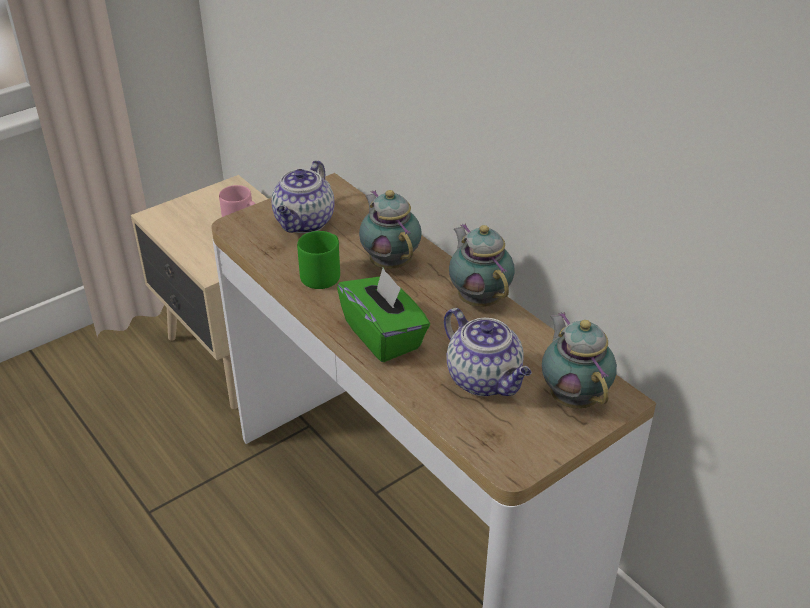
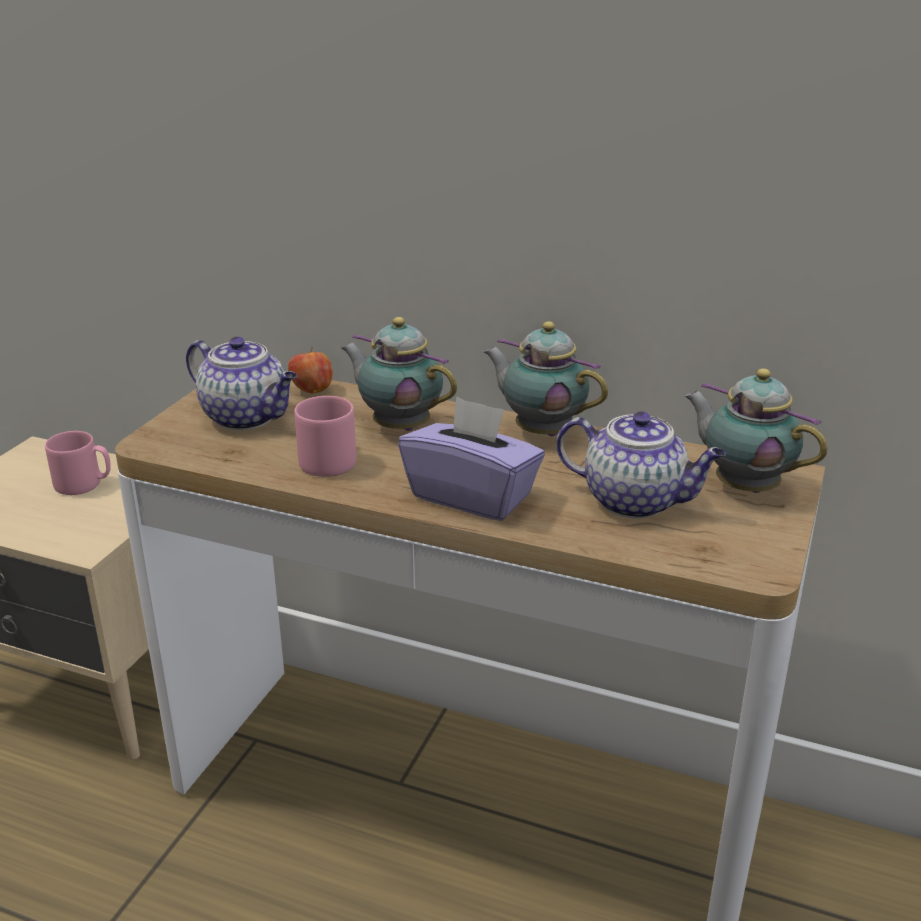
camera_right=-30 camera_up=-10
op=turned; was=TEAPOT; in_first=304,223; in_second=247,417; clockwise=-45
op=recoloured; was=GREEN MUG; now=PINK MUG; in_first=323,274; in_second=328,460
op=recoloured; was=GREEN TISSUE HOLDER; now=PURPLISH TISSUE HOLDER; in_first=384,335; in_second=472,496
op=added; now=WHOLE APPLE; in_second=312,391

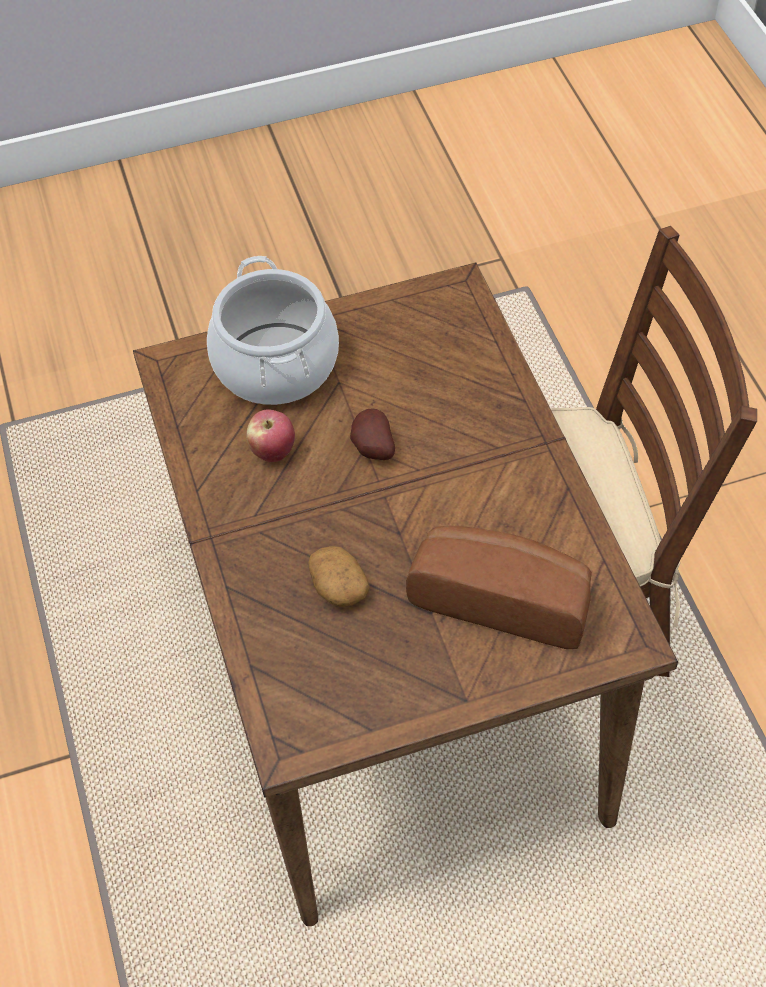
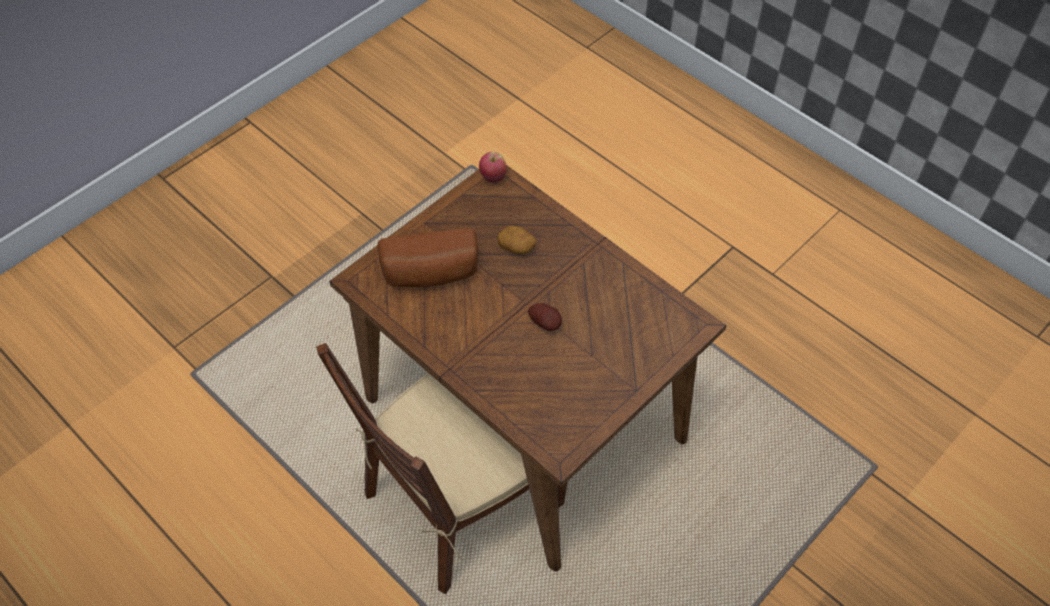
camera_right=150 camera_up=0
op=removed; was=STOCKPOT; in_first=276,364
op=moved; was=WHOLE APPLE; in_first=272,451; in_second=493,177

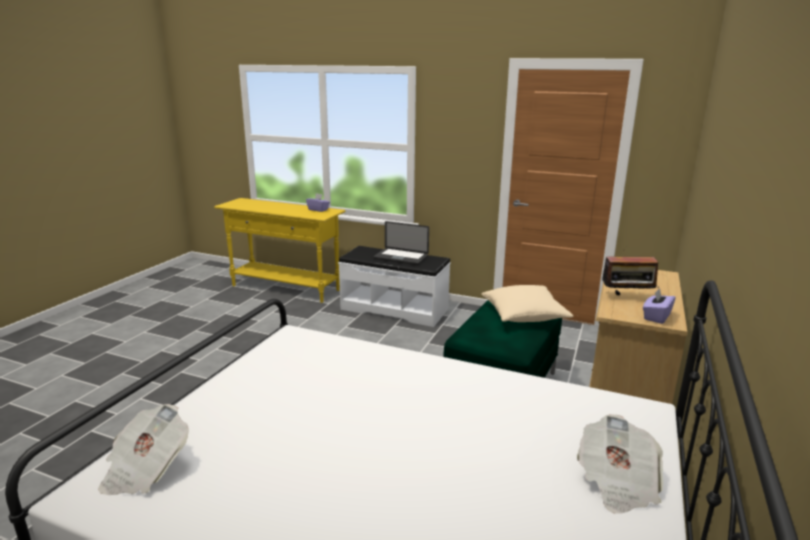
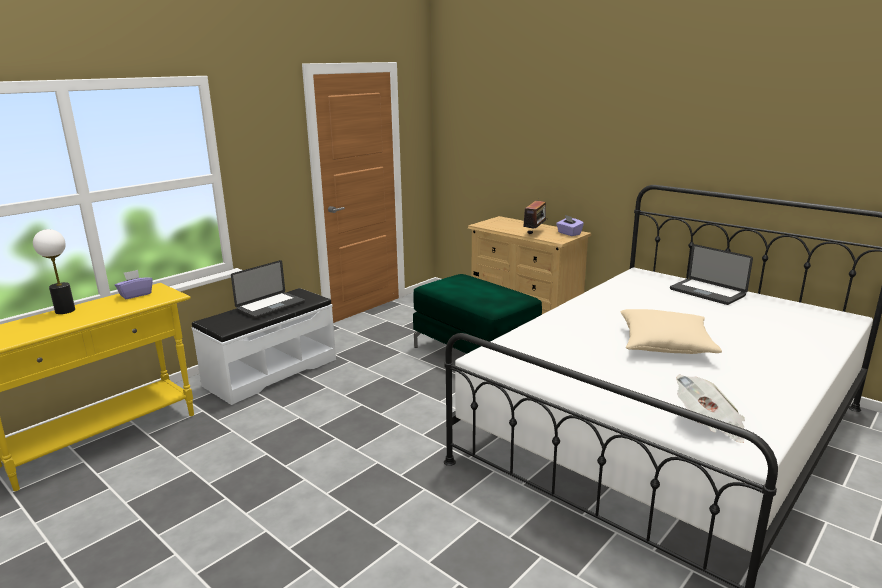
camera_right=-70 camera_up=0
op=moved; was=SAND-COLOURED PILLOW; in_first=524,315; in_second=665,345
op=replaced; was=DAILY PAPER; now=LAPTOP; in_first=617,483; in_second=707,292
op=added; now=LAMP FOR A TABLE; in_second=65,310

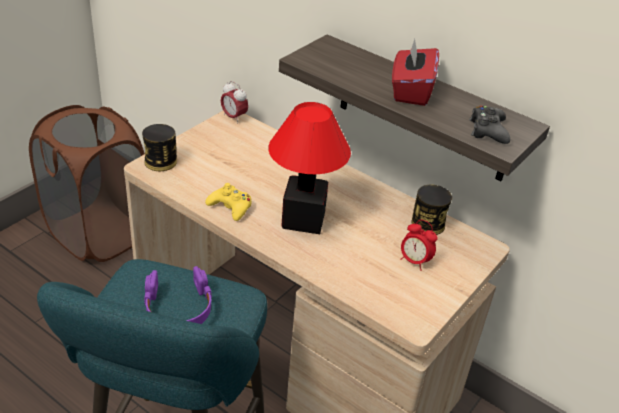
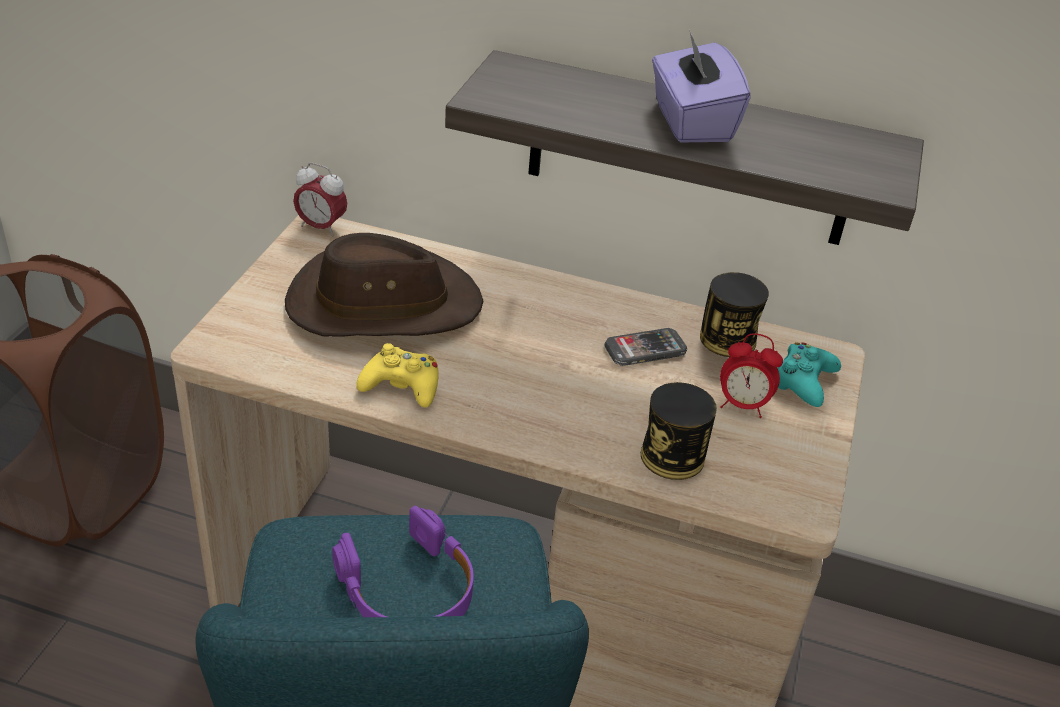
camera_right=-20 camera_up=0
op=recoloured; was=REDDISH TISSUE HOLDER; now=PURPLISH TISSUE HOLDER; in_first=411,91; in_second=691,122
op=removed; was=LAMP FOR A TABLE; in_first=304,218
op=removed; was=BLACK GAMEPAD; in_first=488,131
op=moved; was=SEALED CAN; in_first=160,162; in_second=672,456
op=added; now=BROWN-COLOURED CLOTHING HAT; in_second=382,304
op=added; now=HANDSET; in_second=645,349
op=added; now=TURQUOISE GAMEPAD; in_second=803,381

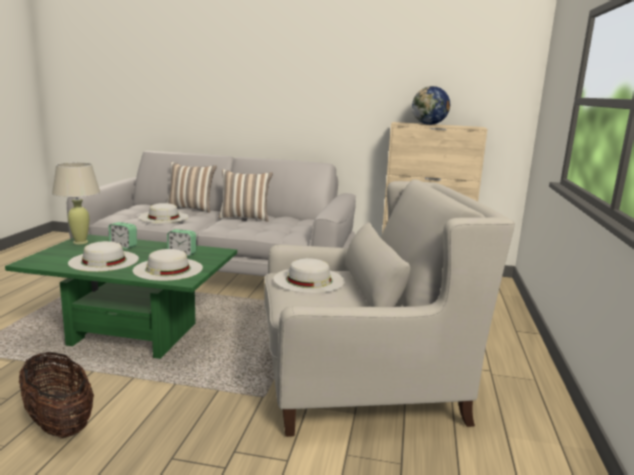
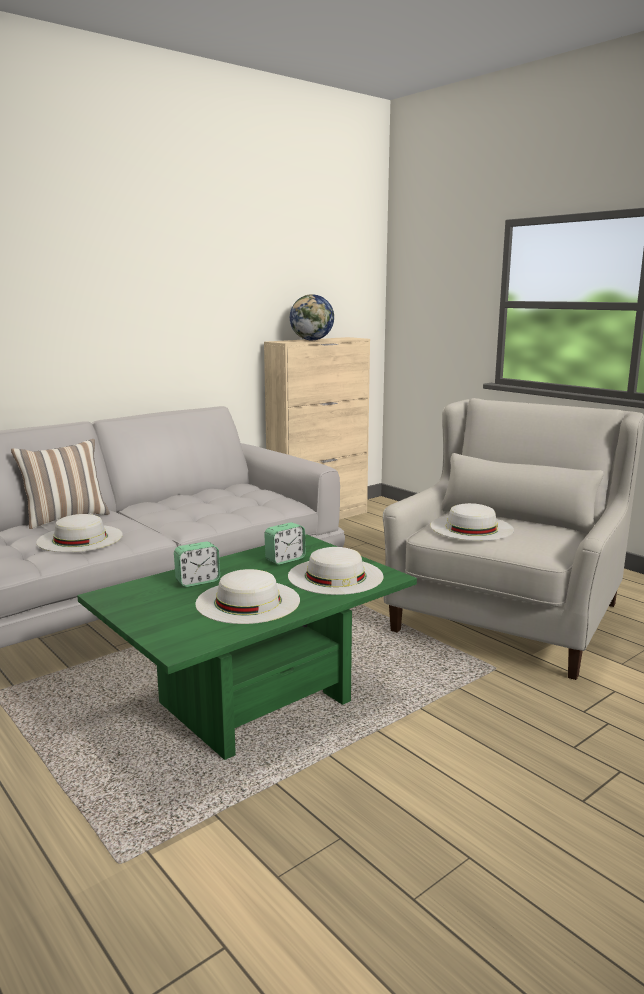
camera_right=-50 camera_up=0
op=removed; was=SAND-COLOURED LAMP FOR A TABLE; in_first=80,242
op=removed; was=PILLOW; in_first=245,217
op=removed; was=BASKET; in_first=59,423

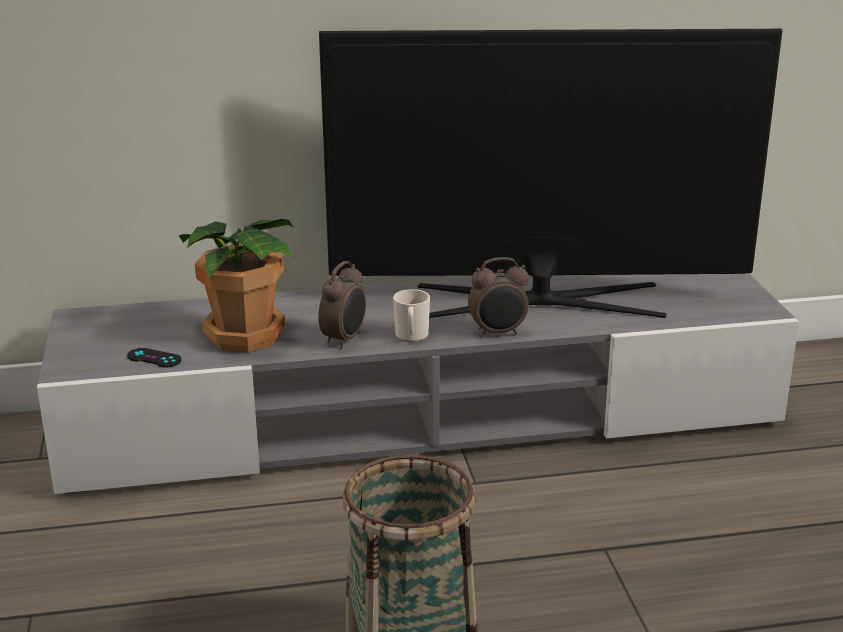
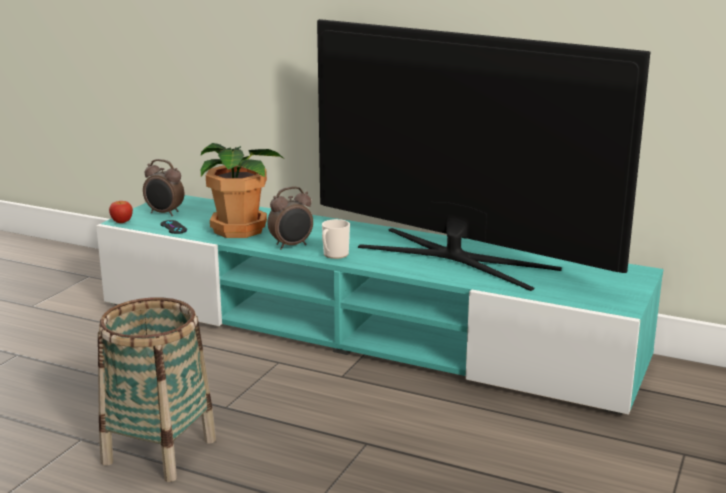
camera_right=35 camera_up=-5
op=moved; was=BEDSIDE CLOCK; in_first=498,333; in_second=164,213
op=recoloured; was=GREY TV STAND; now=TURQUOISE TV STAND; in_first=423,420; in_second=364,331
op=added; now=WHOLE APPLE; in_second=122,222

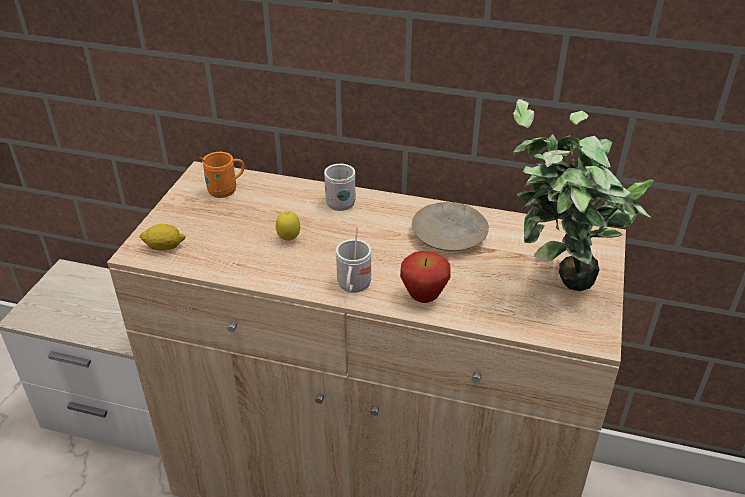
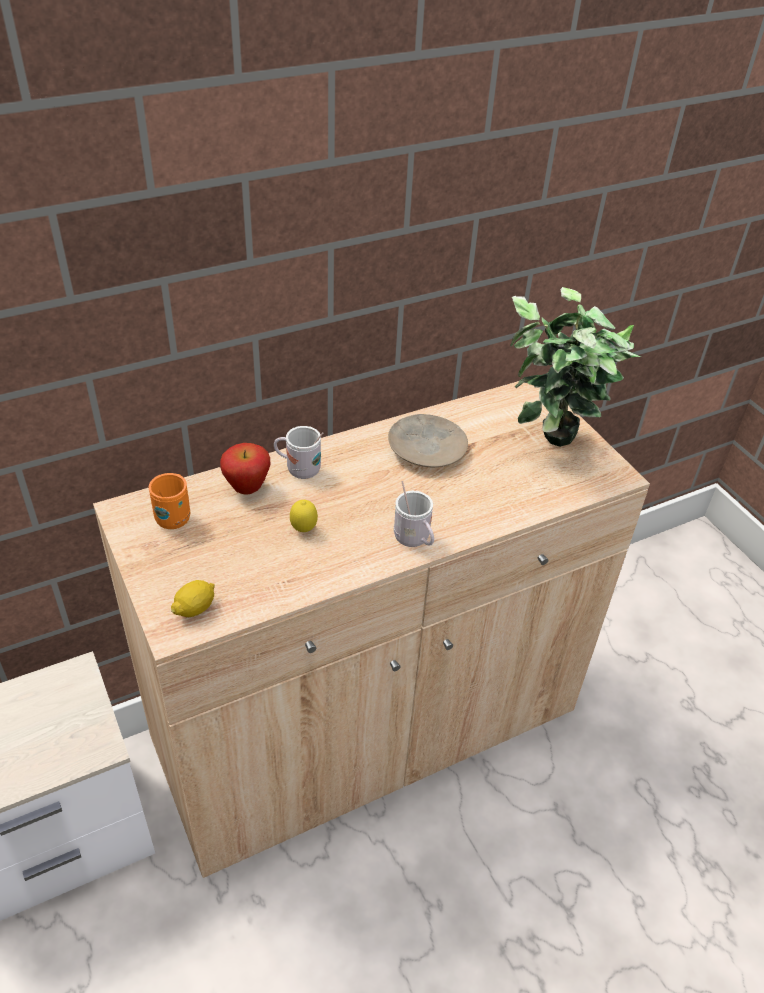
camera_right=-45 camera_up=5
op=moved; was=WHOLE APPLE; in_first=424,297; in_second=247,489

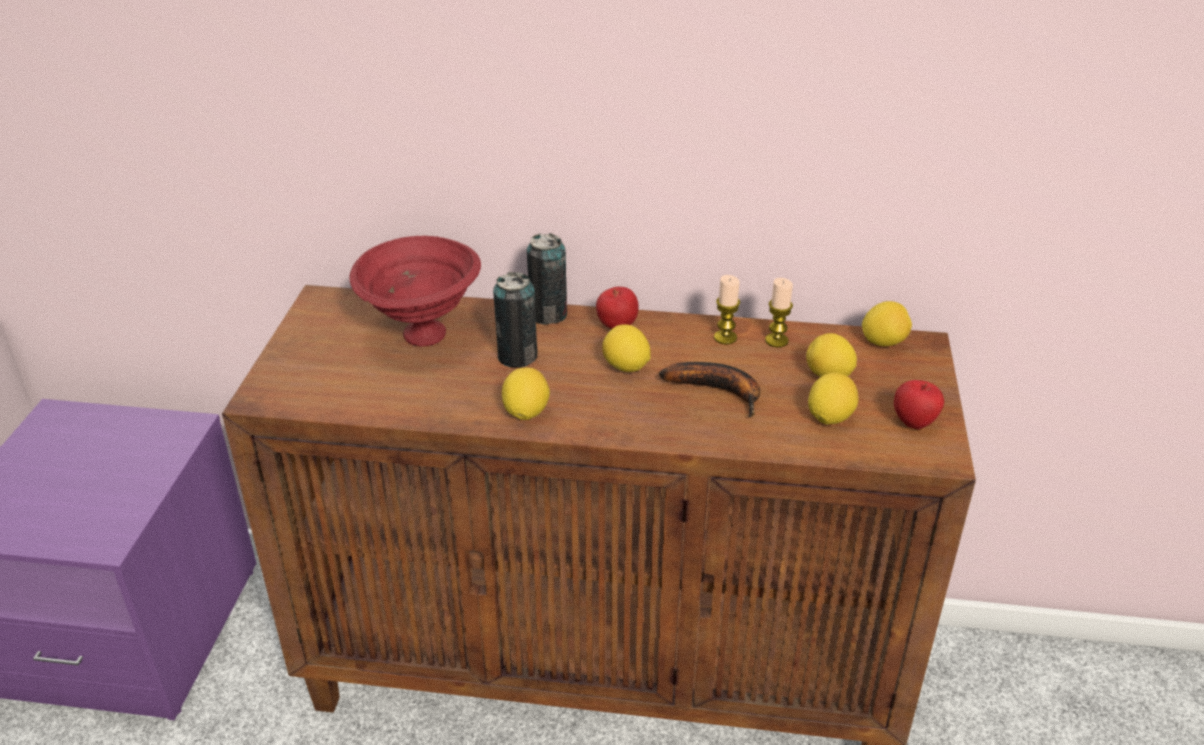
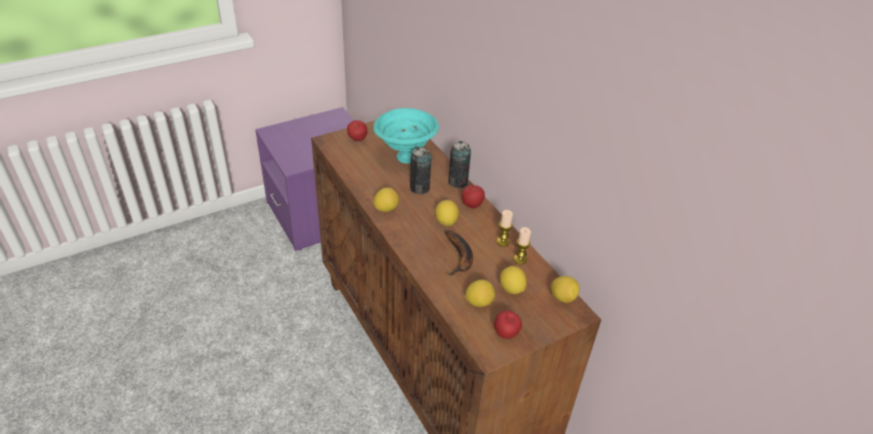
camera_right=50 camera_up=5
op=recoloured; was=REDDISH BOWL; now=TURQUOISE BOWL; in_first=423,337; in_second=405,157
op=added; now=WHOLE APPLE; in_second=357,140

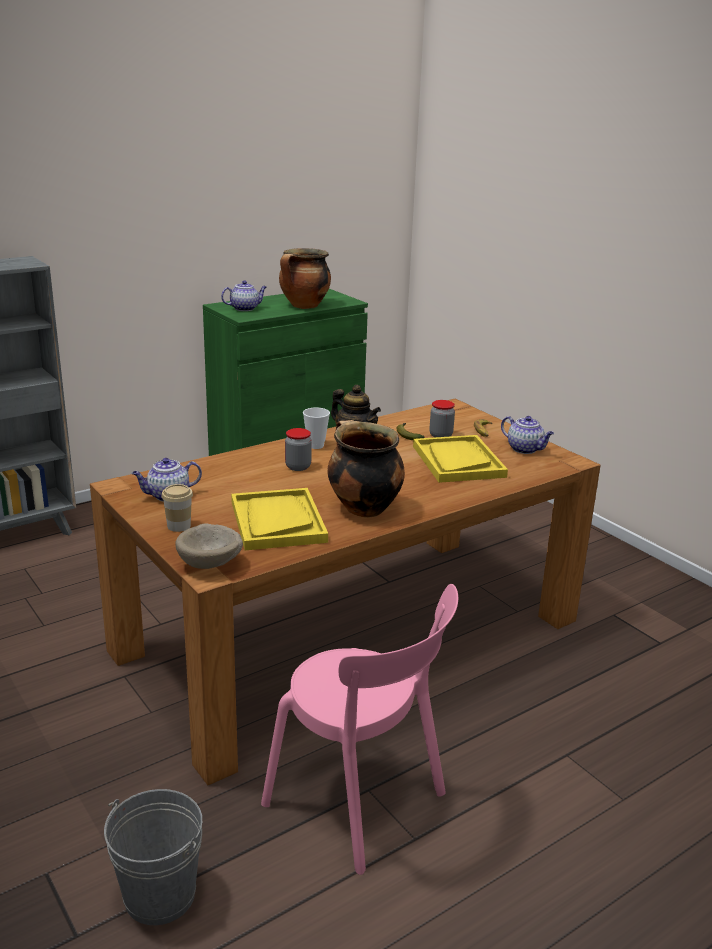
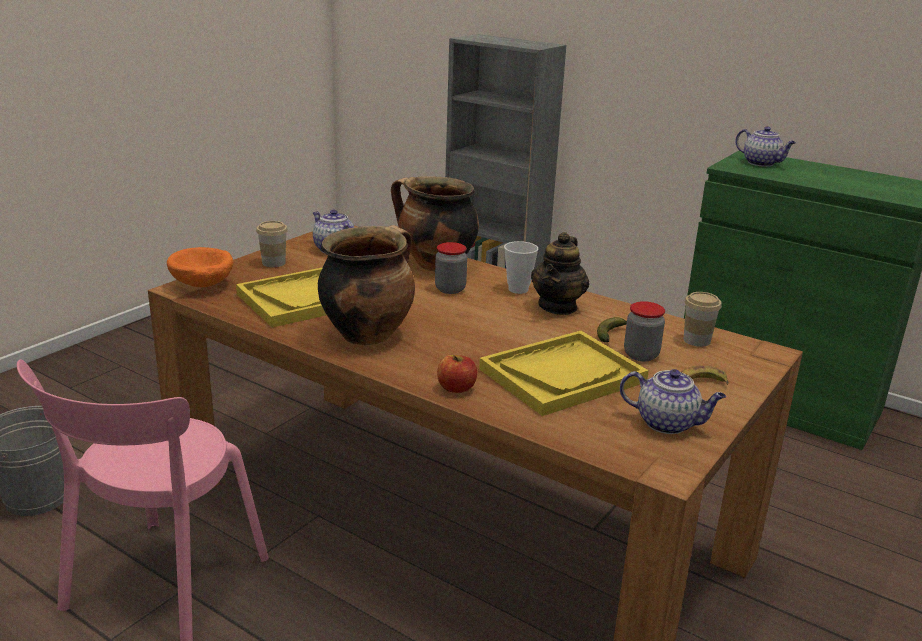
camera_right=70 camera_up=0
op=moved; was=STOCKPOT; in_first=304,306; in_second=434,265
op=turned; was=TEAPOT; in_first=525,449; in_second=668,423; clockwise=-90
op=recoloured; was=SAND-COLOURED BOWL; now=ORANGEY BOWL; in_first=211,564; in_second=202,285
op=added; now=SMALL CUP; in_second=696,340
op=added; now=WHOLE APPLE; in_second=456,388

